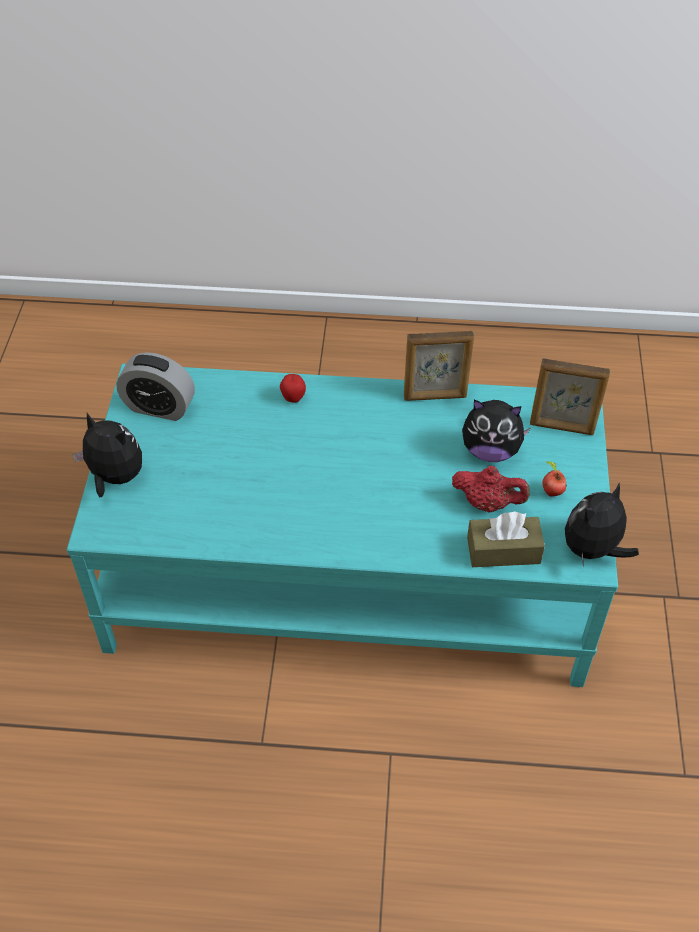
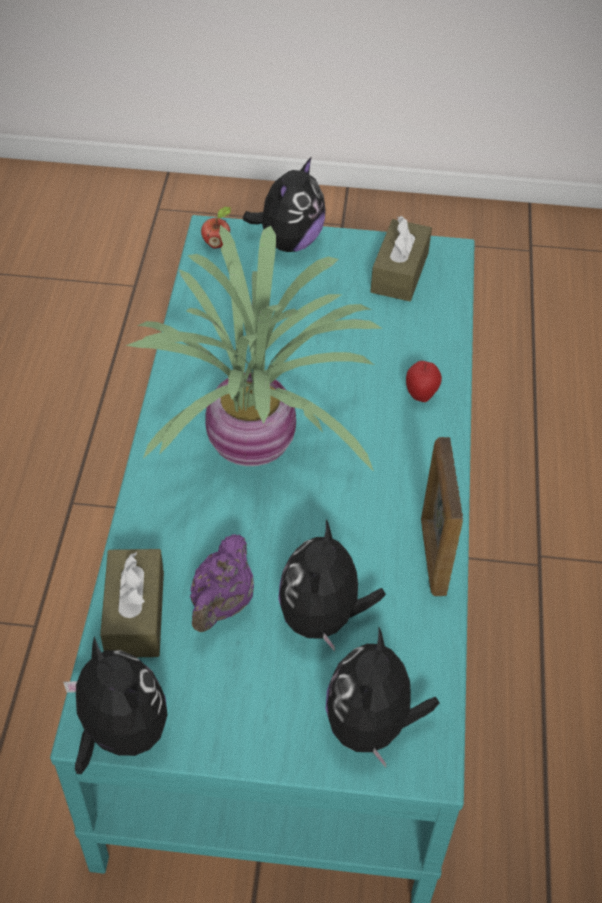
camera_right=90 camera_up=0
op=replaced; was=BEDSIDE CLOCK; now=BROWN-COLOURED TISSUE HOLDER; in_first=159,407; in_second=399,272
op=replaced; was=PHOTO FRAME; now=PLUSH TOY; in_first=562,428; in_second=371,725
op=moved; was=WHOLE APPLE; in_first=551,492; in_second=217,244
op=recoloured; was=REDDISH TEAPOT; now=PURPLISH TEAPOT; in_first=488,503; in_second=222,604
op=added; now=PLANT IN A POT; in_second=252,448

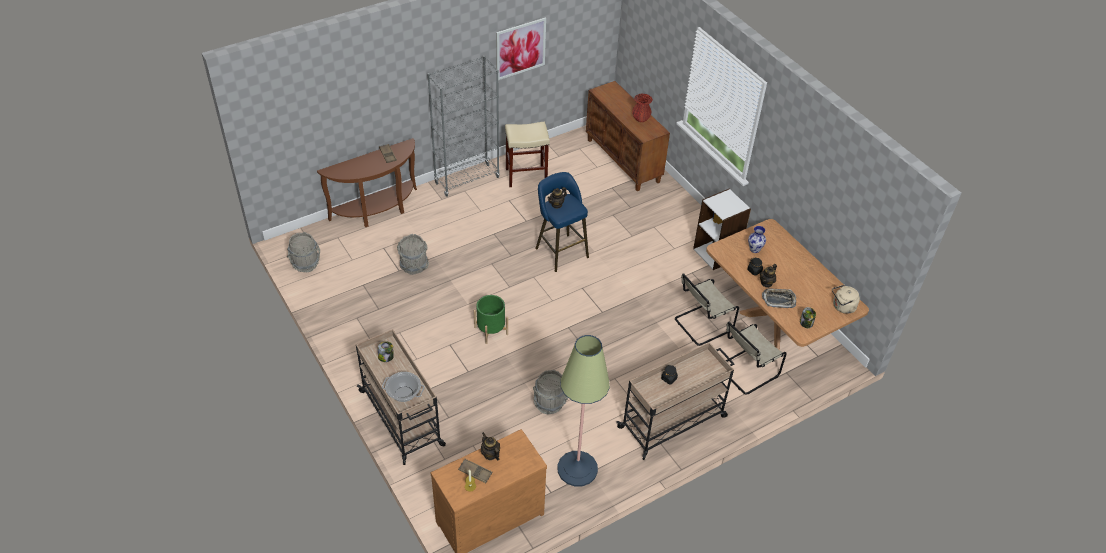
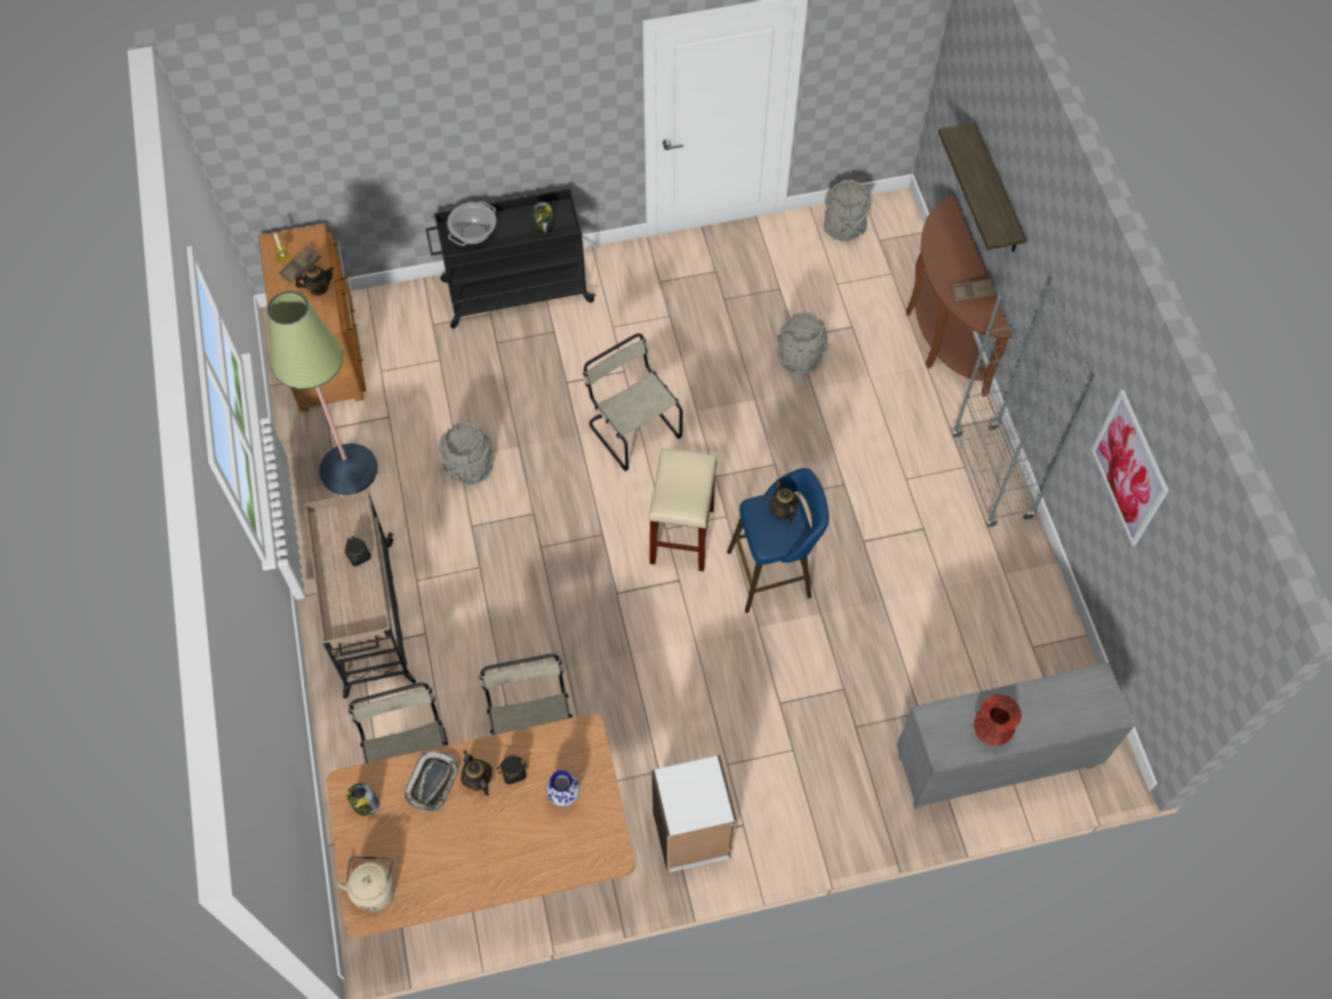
camera_right=110 camera_up=15
op=recoloured; was=BROWN-COLOURED CABINET; now=GREY CABINET; in_first=623,161; in_second=994,762
op=moved; was=SAND-COLOURED STOOL; in_first=525,176; in_second=681,535
op=replaced; was=GREEN PLANTER; now=SAND-COLOURED UPRIGHT CHAIR; in_first=491,330; in_second=632,429
op=recoloured; was=SAND-COLOURED CART; now=BLACK CART; in_first=402,419; in_second=515,291
op=added; now=SHELF; in_second=996,191

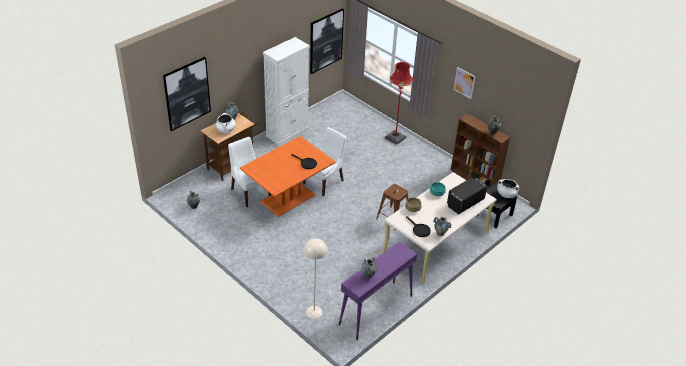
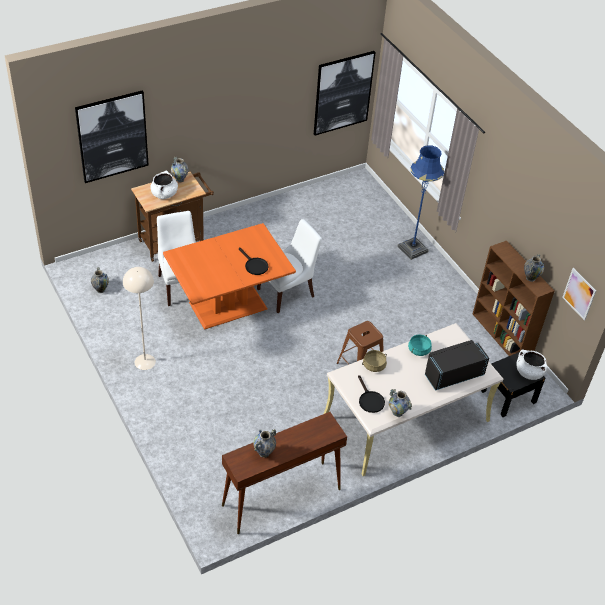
camera_right=15 camera_up=5
op=removed; was=WHITE CABINET; in_first=287,132
op=recoloured; was=REDDISH STANDING LAMP; now=BLUISH STANDING LAMP; in_first=395,138; in_second=412,249
op=moved; was=PICTURE; in_first=464,83; in_second=579,294
op=moved; was=SAND-COLOURED STANDING LAMP; in_first=314,312; in_second=144,361
op=recoloured; was=PURPLISH NARROW TABLE; now=BROWN-COLOURED NARROW TABLE; in_first=375,310; in_second=281,497

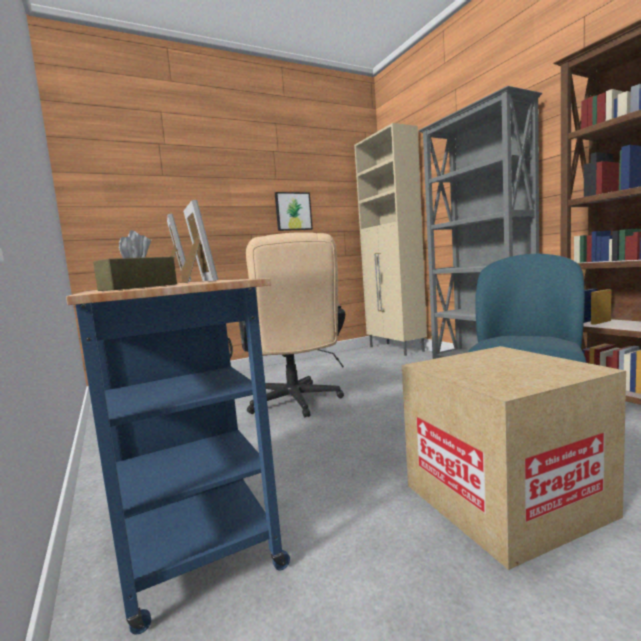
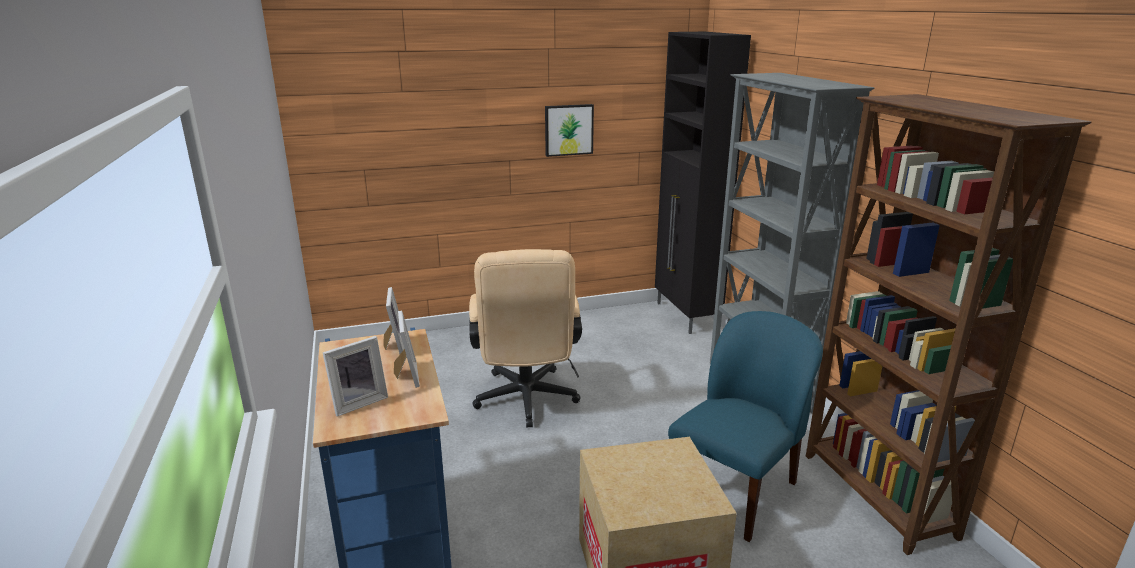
camera_right=10 camera_up=15
op=recoloured; was=SAND-COLOURED CABINET; now=BLACK CABINET; in_first=396,349; in_second=686,316
op=replaced; was=BROWN-COLOURED TISSUE HOLDER; now=PHOTO FRAME; in_first=138,287; in_second=358,402

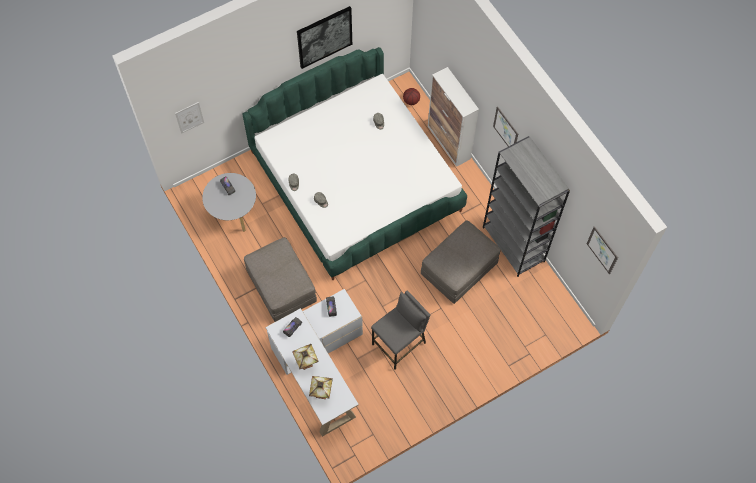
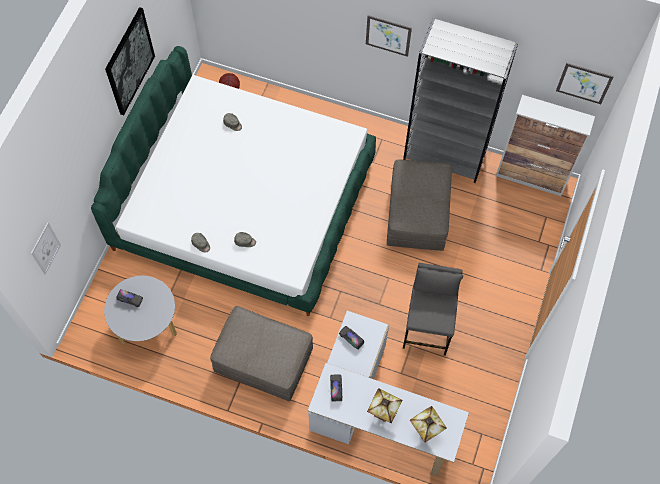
camera_right=-40 camera_up=0
op=moved; was=CABINET; in_first=449,143; in_second=531,177

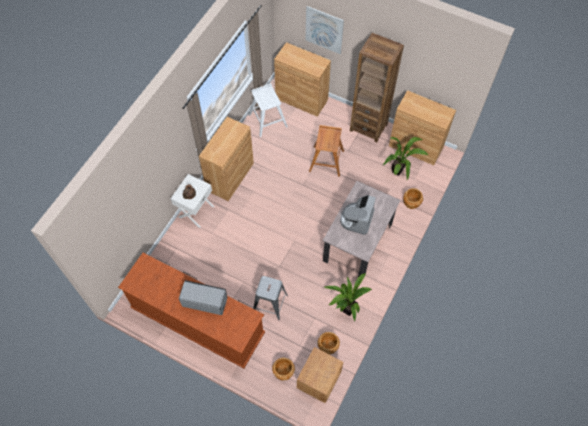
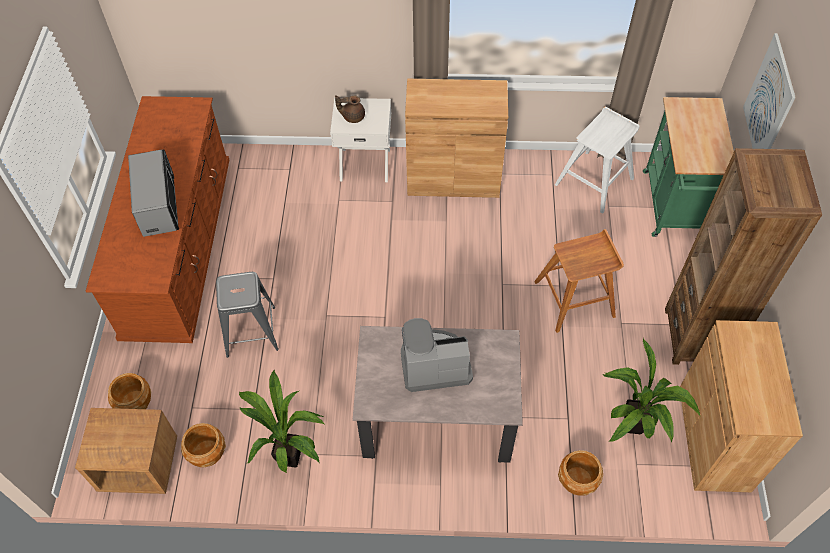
camera_right=65 camera_up=-5
op=replaced; was=BROWN-COLOURED CABINET; now=GREEN CART; in_first=301,99; in_second=674,209

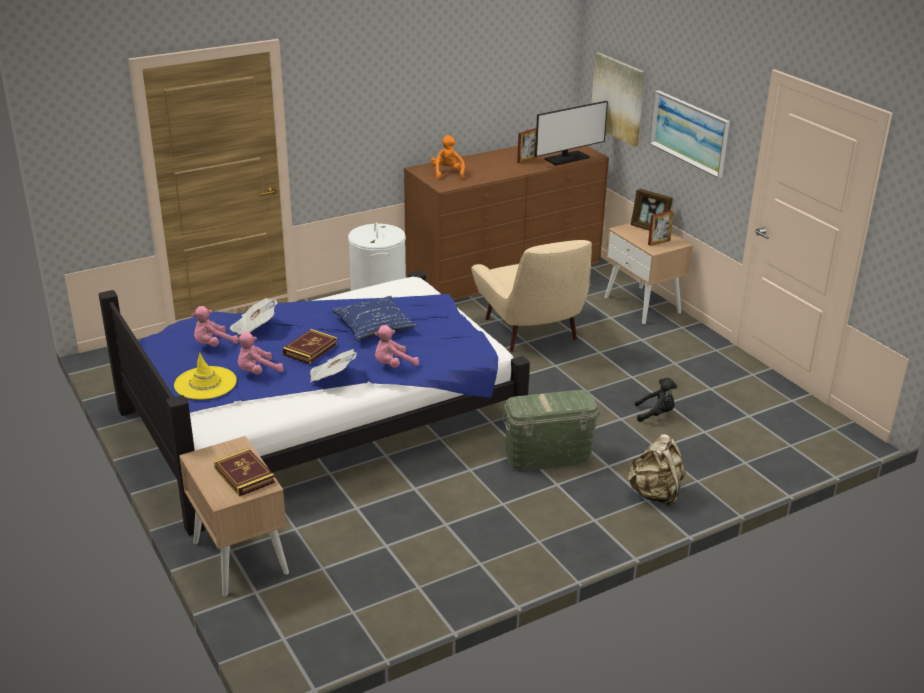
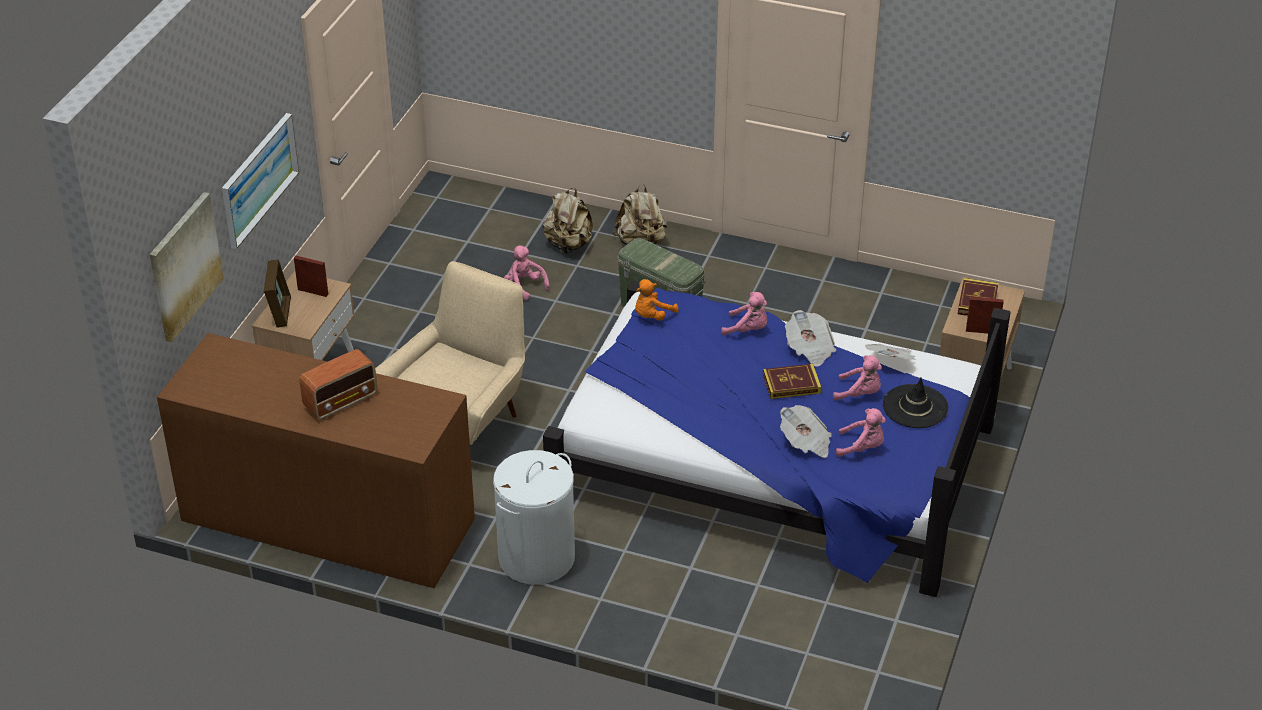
camera_right=-130 camera_up=10
op=removed; was=COMPUTER SCREEN; in_first=567,158
op=moved; was=PHOTO FRAME; in_first=527,160; in_second=982,331
op=moved; was=ORANGEY PLUSH TOY; in_first=447,173; in_second=652,316
op=removed; was=BLUISH PILLOW; in_first=374,326
op=recoloured; was=YELLOW CLOTHING HAT; now=BLACK CLOTHING HAT; in_first=205,383; in_second=915,406
op=recoloured; was=BLACK PLUSH TOY; now=PINK PLUSH TOY; in_first=656,414; in_second=525,286
op=added; now=SAND-COLOURED RUCKSACK; in_second=568,245
op=added; now=DAILY PAPER; in_second=891,362
op=added; now=RADIO SET; in_second=341,401

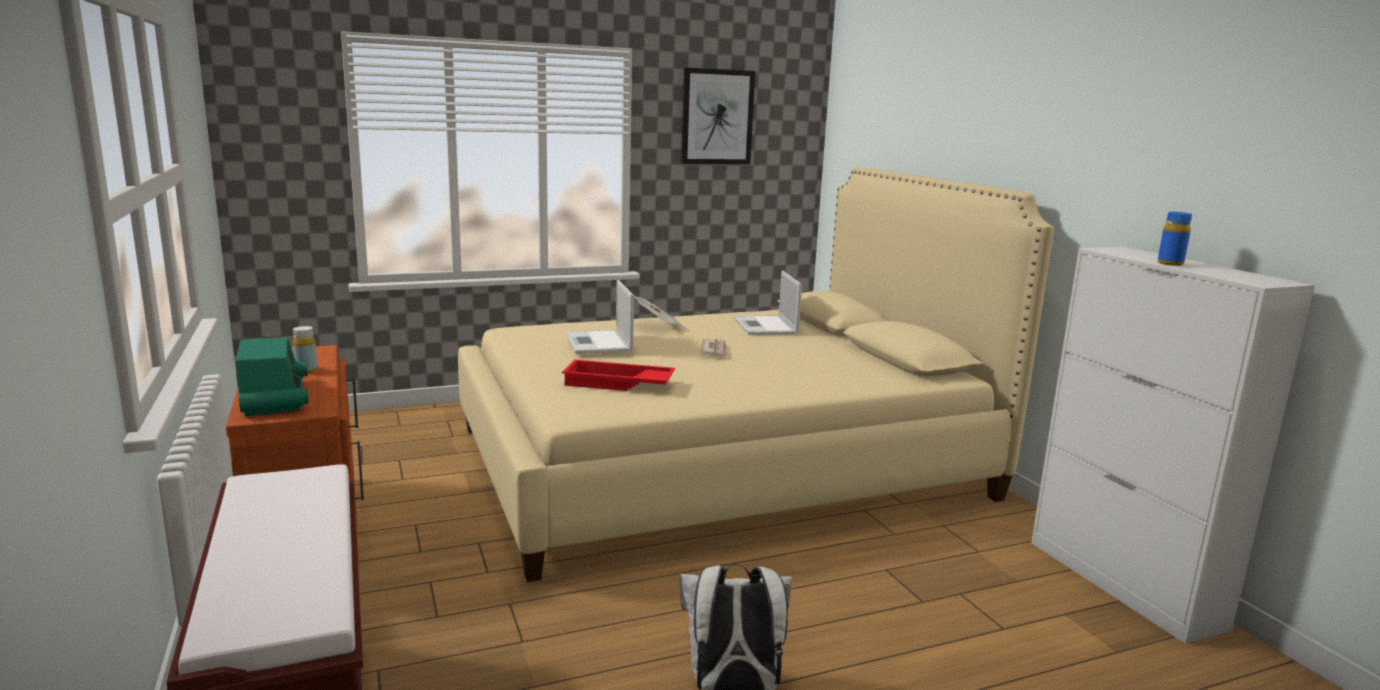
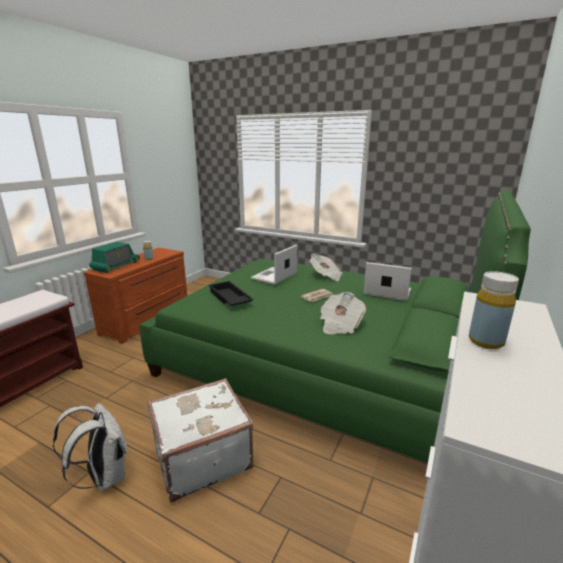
camera_right=50 camera_up=5
op=removed; was=PICTURE; in_first=717,117
op=recoloured; was=SAND-COLOURED SLEEPING BED; now=GREEN SLEEPING BED; in_first=719,462; in_second=322,362
op=recoloured; was=BLUISH BOTTLE; now=YELLOW BOTTLE; in_first=1170,263; in_second=486,341
op=turned; was=LAPTOP; in_first=766,327; in_second=386,292; clockwise=75
op=recoloured; was=REDDISH SERVING TRAY; now=BLACK SERVING TRAY; in_first=617,384; in_second=229,298
op=added; now=DAILY PAPER; in_second=340,325
op=added; now=WHITE PIECE OF LUGGAGE; in_second=201,457

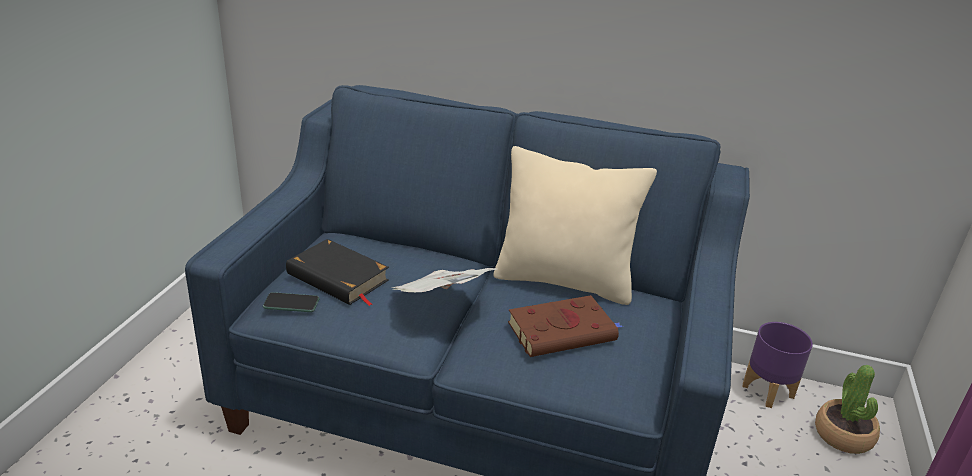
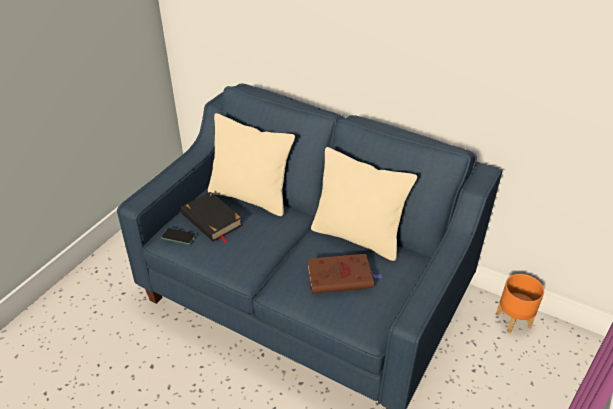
camera_right=15 camera_up=10
op=removed; was=DAILY PAPER; in_first=442,302
op=recoloured; was=PURPLISH PLANTER; now=ORANGEY PLANTER; in_first=768,391; in_second=514,319
op=removed; was=PLANT IN A POT; in_first=843,435
op=added; now=SAND-COLOURED PILLOW; in_second=251,197

